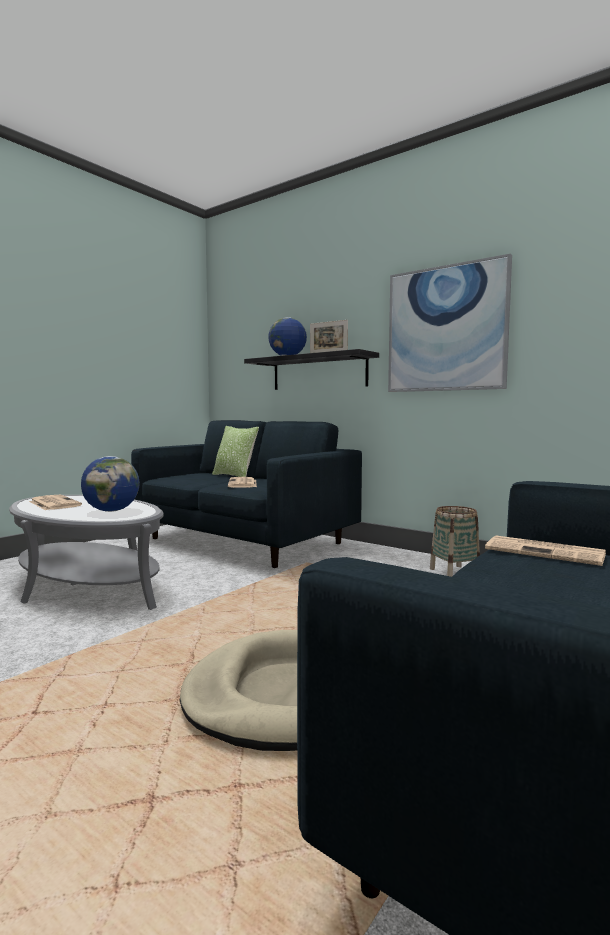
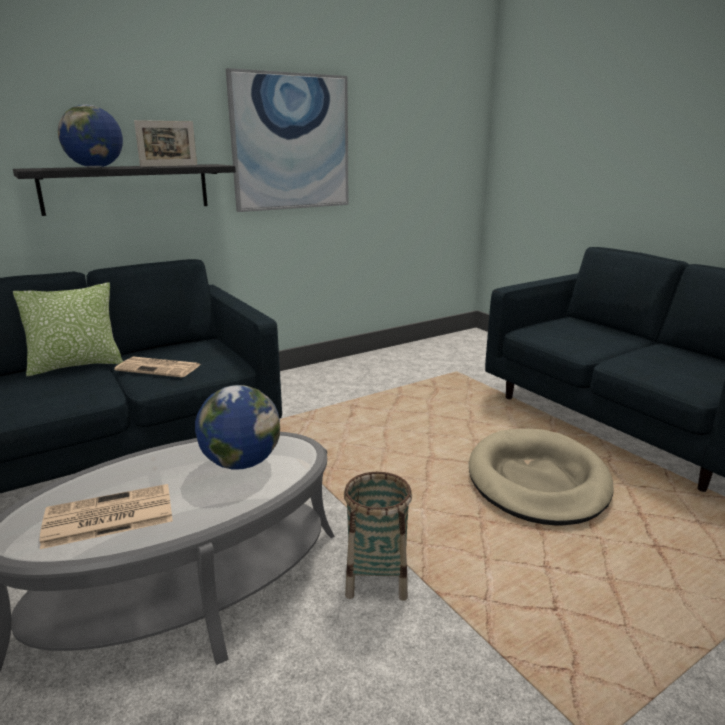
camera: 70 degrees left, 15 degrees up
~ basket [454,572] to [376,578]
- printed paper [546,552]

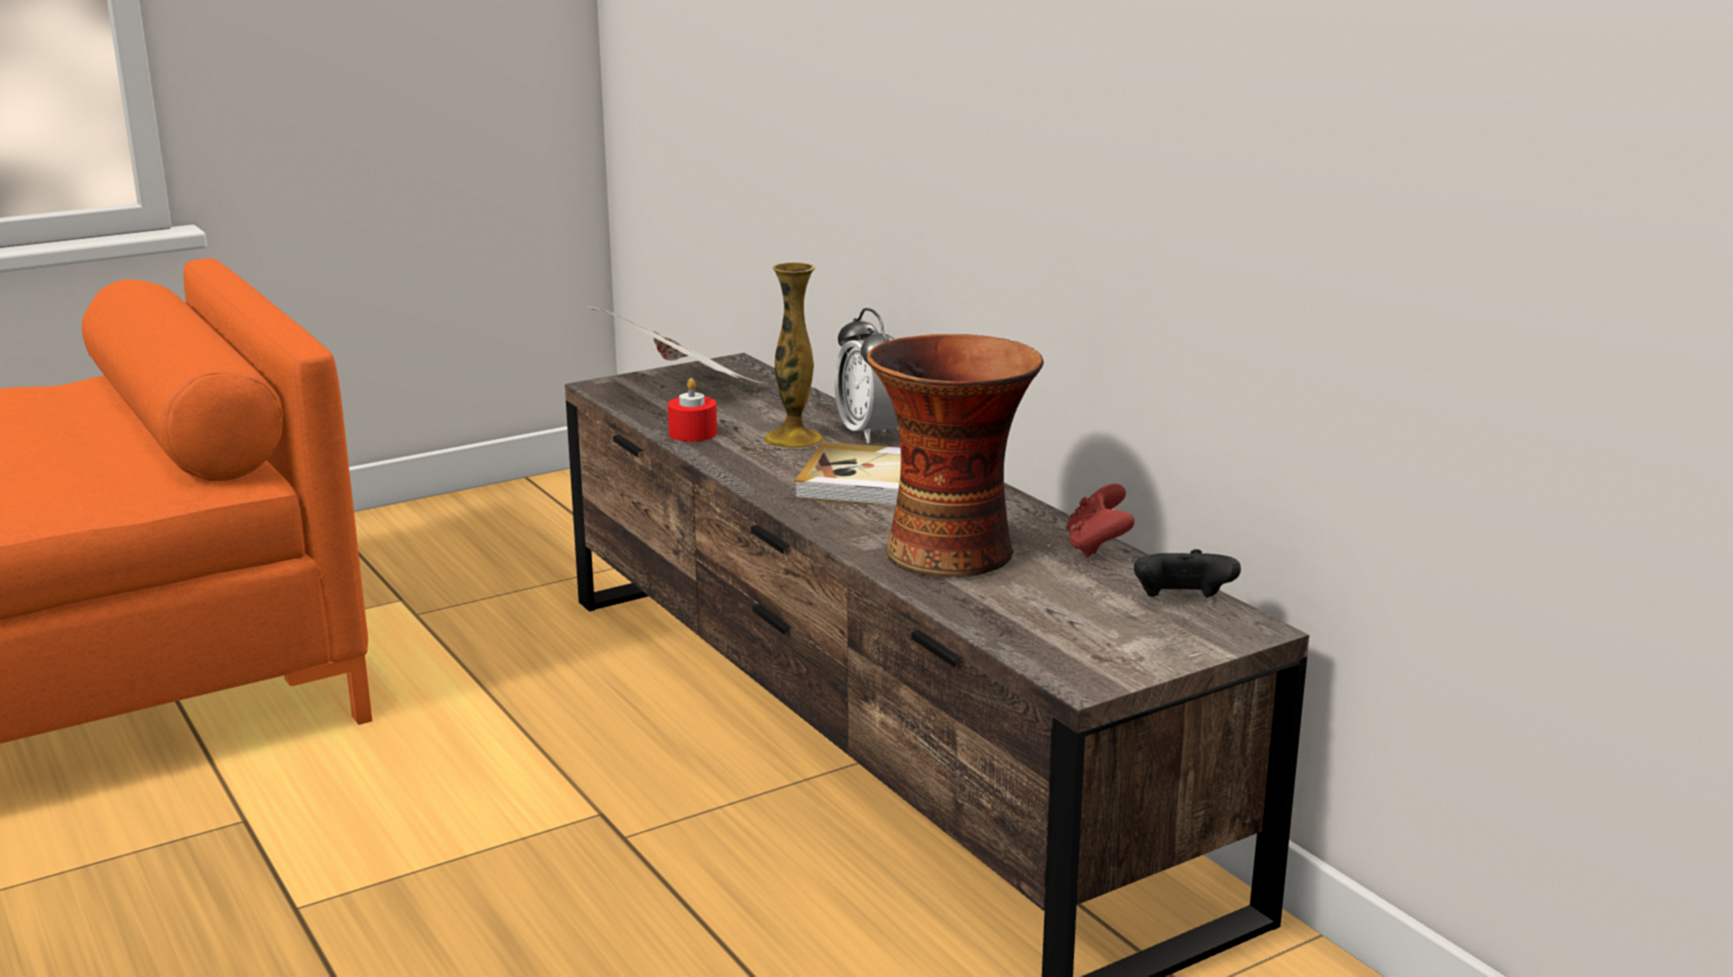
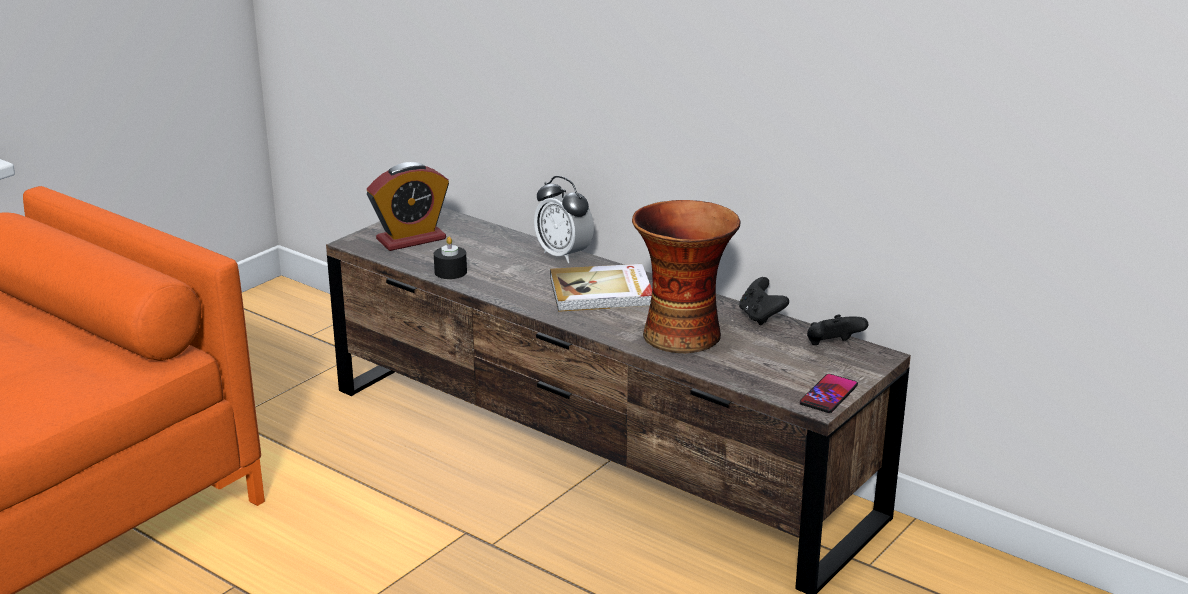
camera: 20 degrees left, 5 degrees up
- flower vase [793,440]
~ printed paper [680,391] to table clock [411,239]
~ wax light in red [693,433] to wax light in black [450,272]
~ game controller in red [1097,547] to game controller in black [760,317]
+ telephone [828,395]

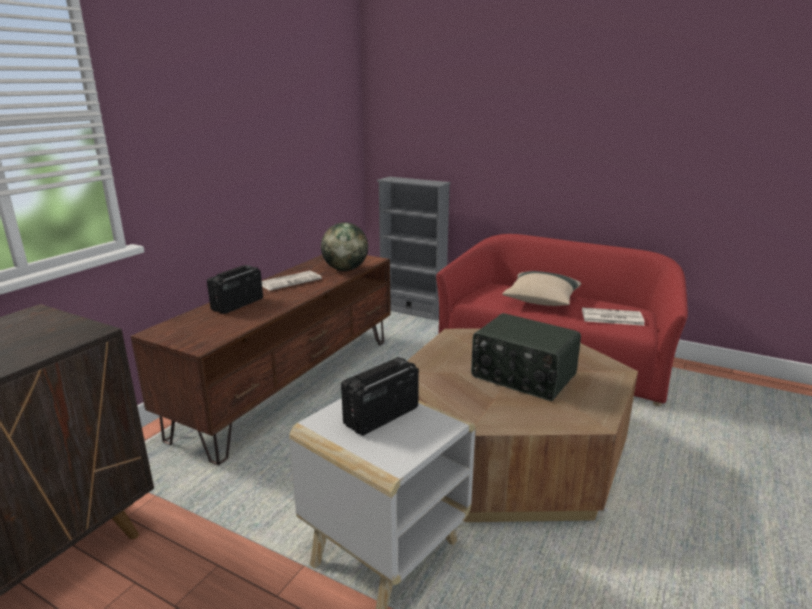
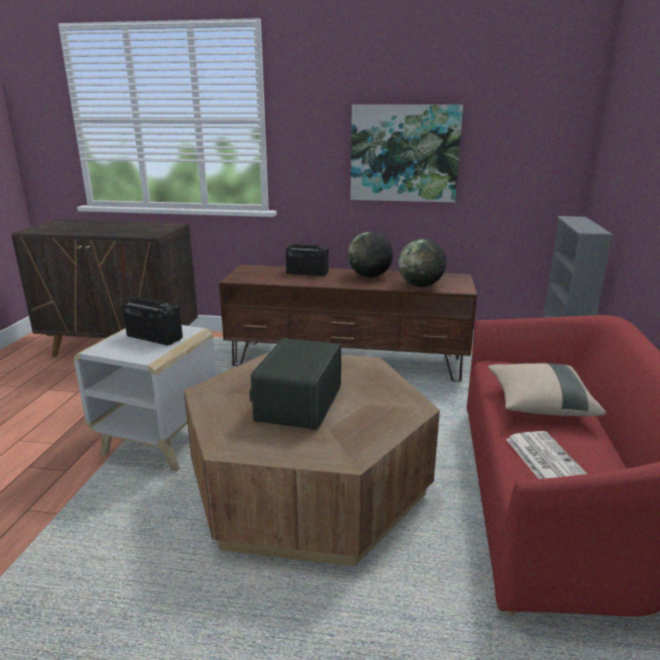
camera: 70 degrees right, 0 degrees up
~ printed paper [290,281] to world globe [369,276]
+ picture [404,154]

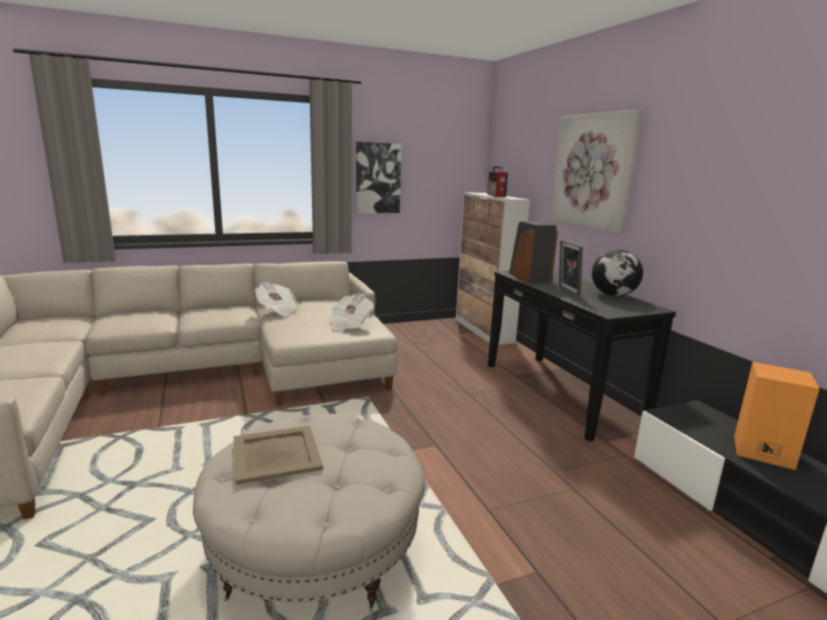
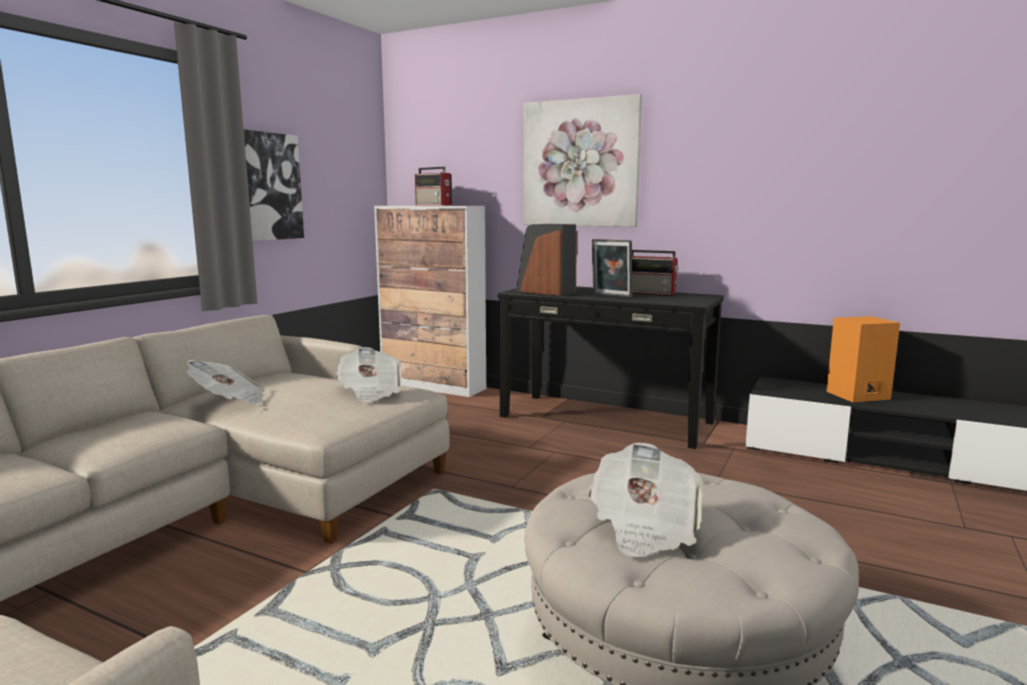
camera: 40 degrees left, 5 degrees down
~ world globe [614,295] to radio [652,293]
~ serving tray in beige-coloured [275,454] to printed paper [644,528]

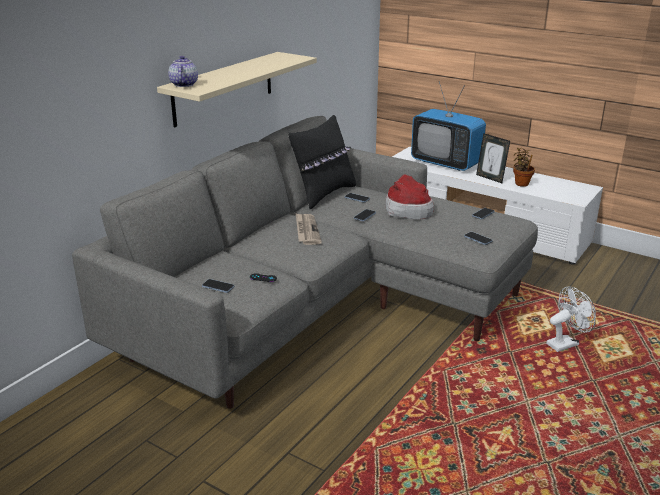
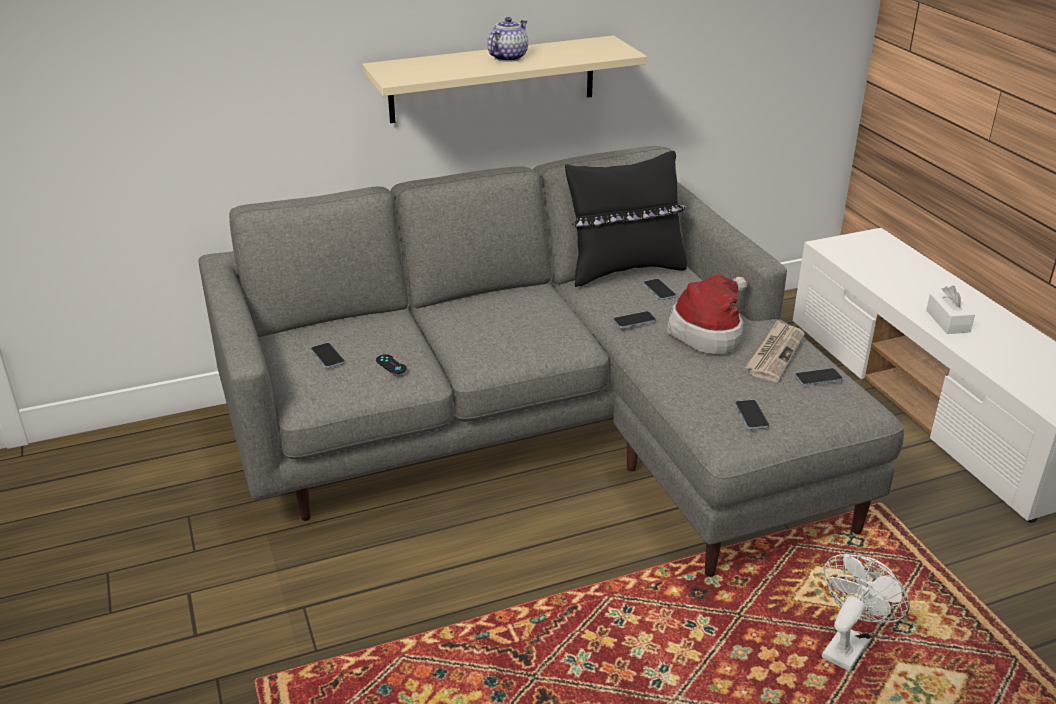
camera: 35 degrees right, 5 degrees up
~ pot for tea [183,84] to [507,57]
- TV set [446,163]
~ picture frame [490,178] to box of tissues in white [947,321]
- houseplant [521,183]
~ printed paper [306,230] to [775,353]
~ electric fan in white [566,343] = [848,644] 60 degrees counterclockwise

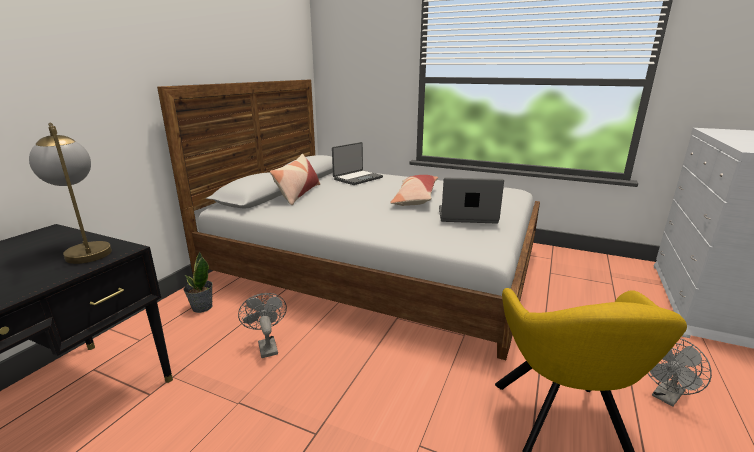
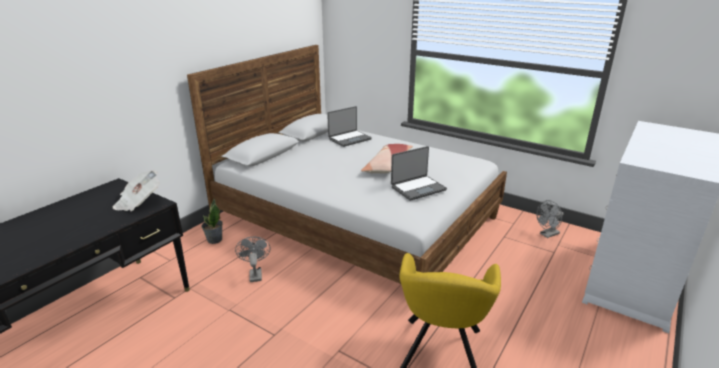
camera: 10 degrees right, 5 degrees up
~ table lamp [86,250] to printed paper [138,202]
- cushion [298,194]
~ portable computer [467,216] = [417,188] 135 degrees clockwise
~ electric fan in greyish [666,397] to [547,234]

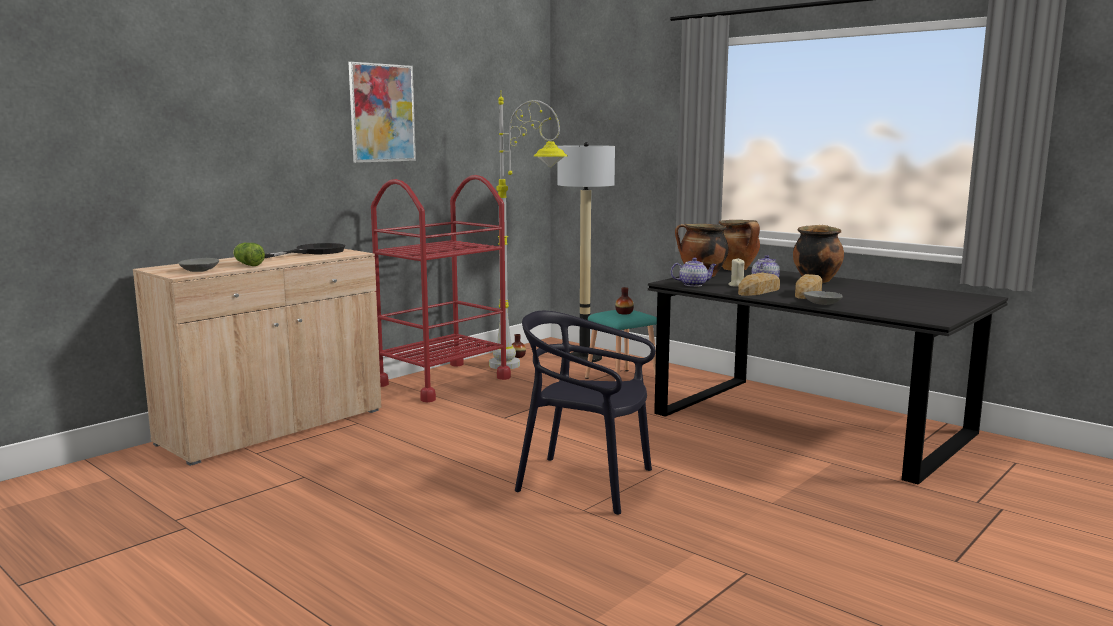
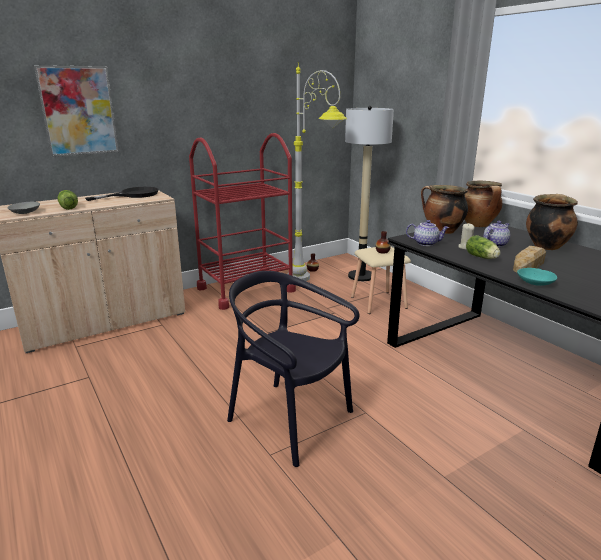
camera: 15 degrees right, 10 degrees up
~ picture [382,113] to [78,111]
~ bread [759,291] to lettuce head [482,257]
~ bowl in greyish [822,303] to bowl in blue-green [535,282]
~ stool in blue-green [622,380] to stool in beige-coloured [379,302]

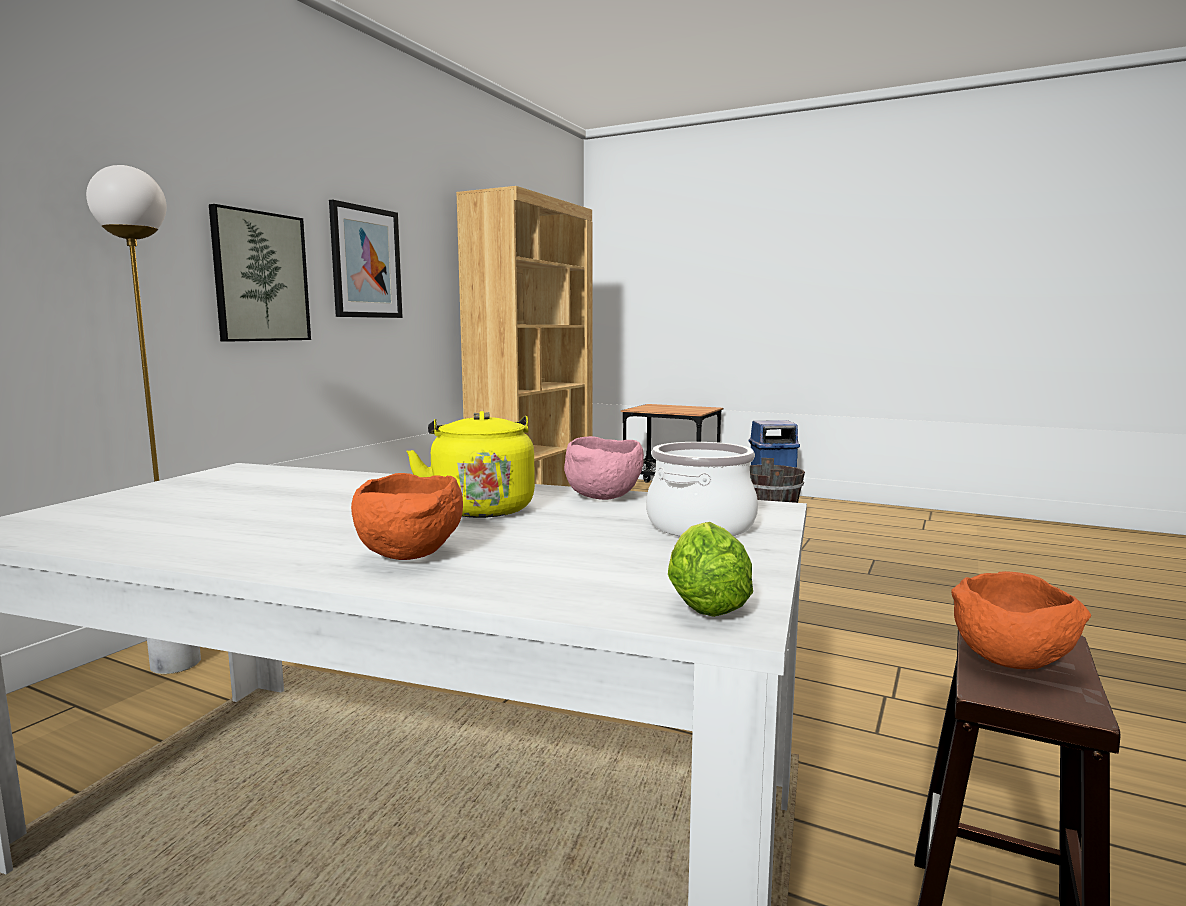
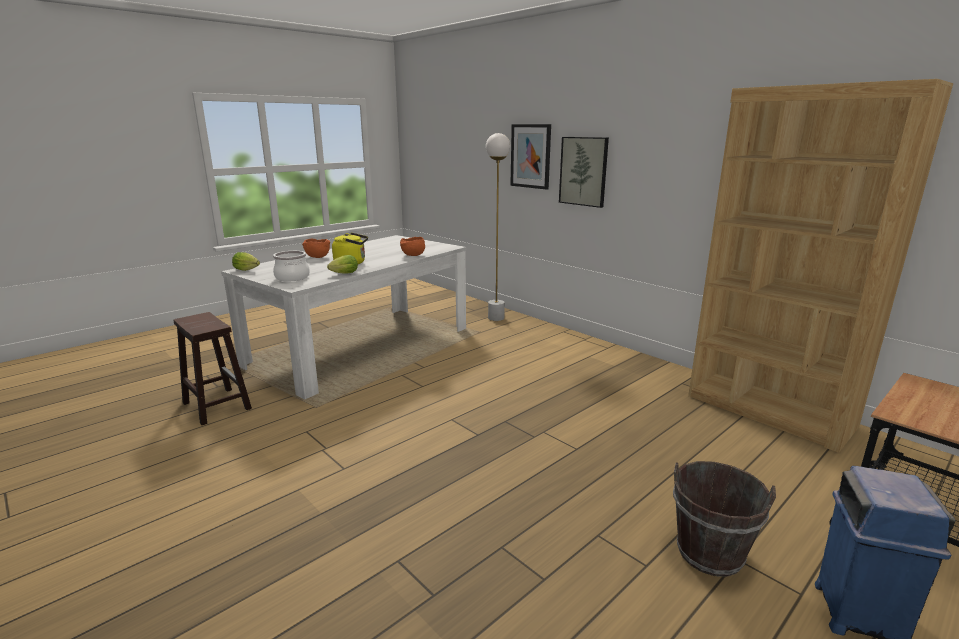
camera: 110 degrees right, 10 degrees up
~ picture [366,262] to [530,156]
~ bowl in pink-coloured [604,497] to lettuce head [343,274]
~ bowl in orange-coloured [1012,661] to [413,255]

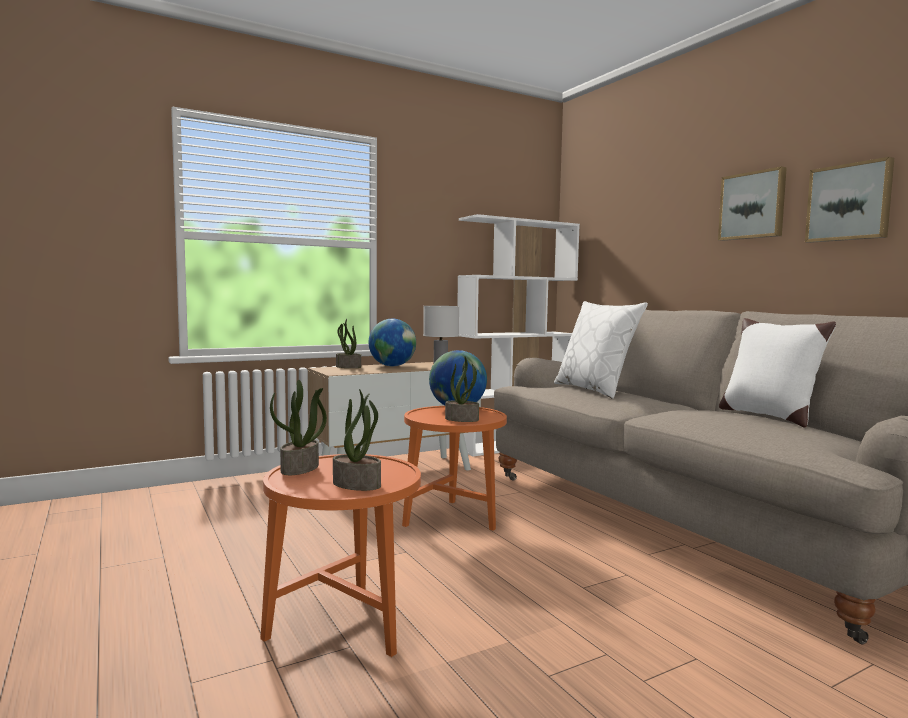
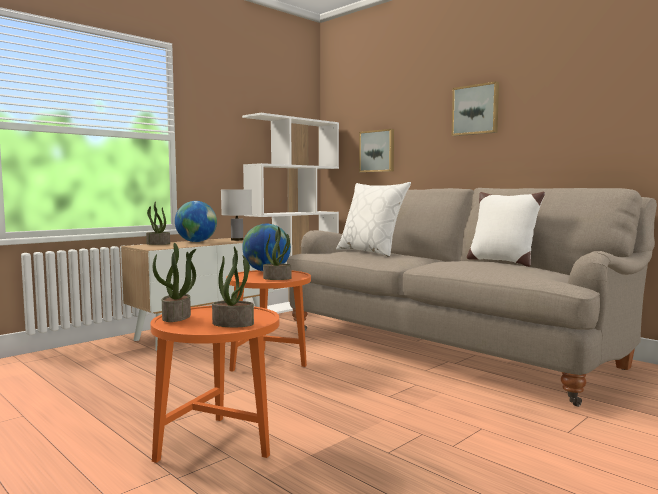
camera: 15 degrees left, 0 degrees up
~ picture [849,202] to [377,151]

